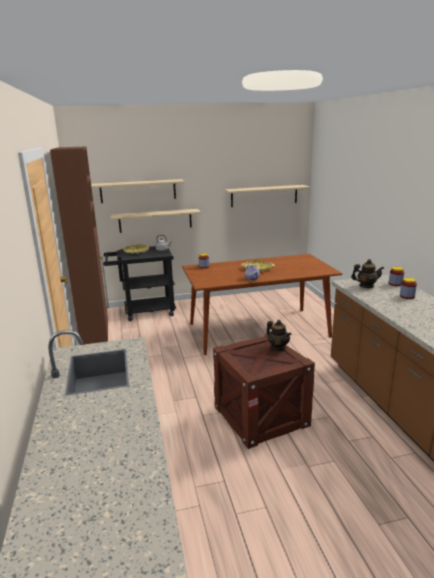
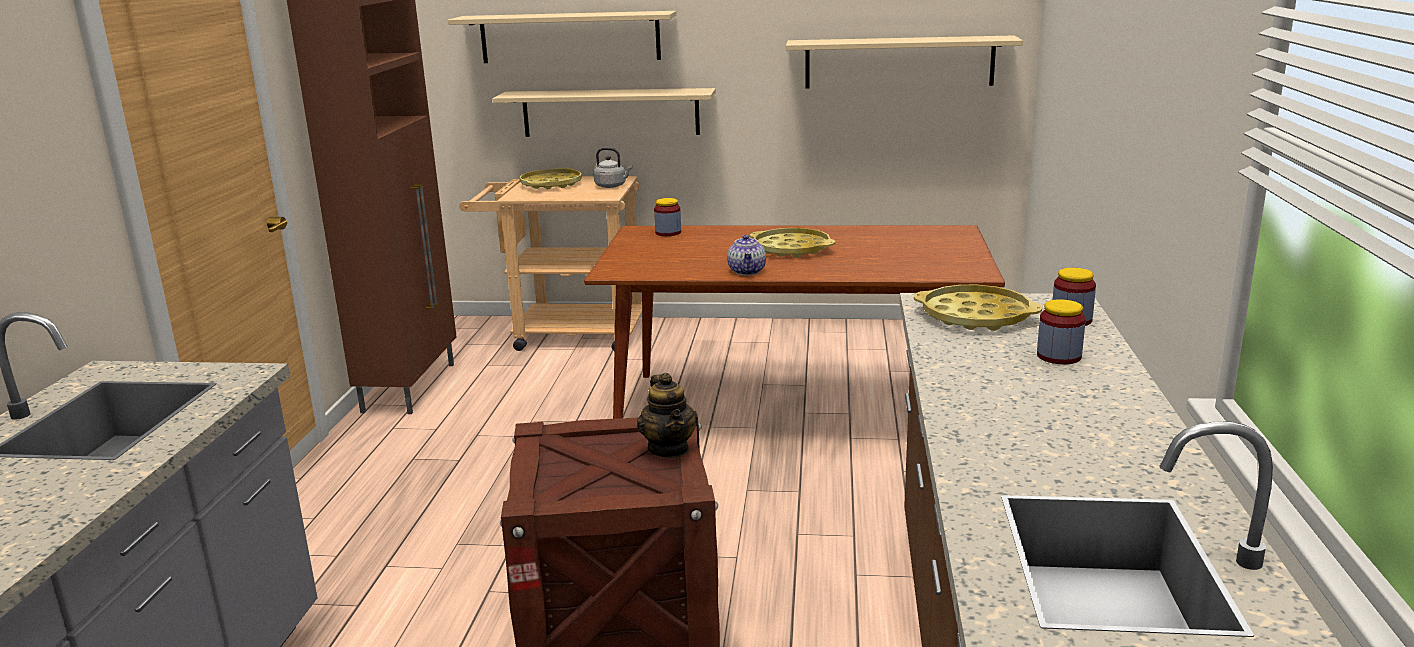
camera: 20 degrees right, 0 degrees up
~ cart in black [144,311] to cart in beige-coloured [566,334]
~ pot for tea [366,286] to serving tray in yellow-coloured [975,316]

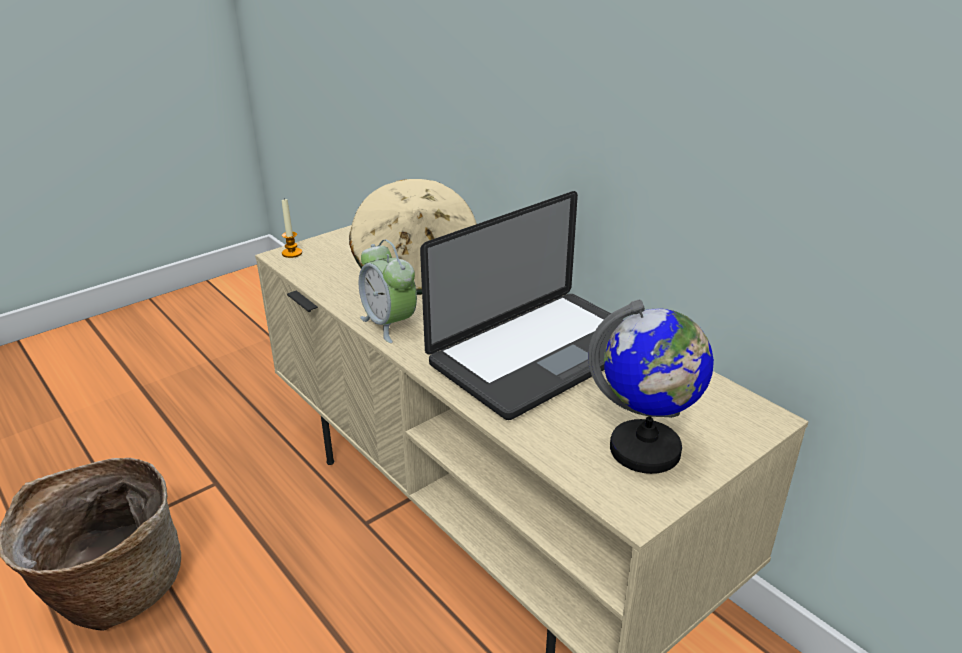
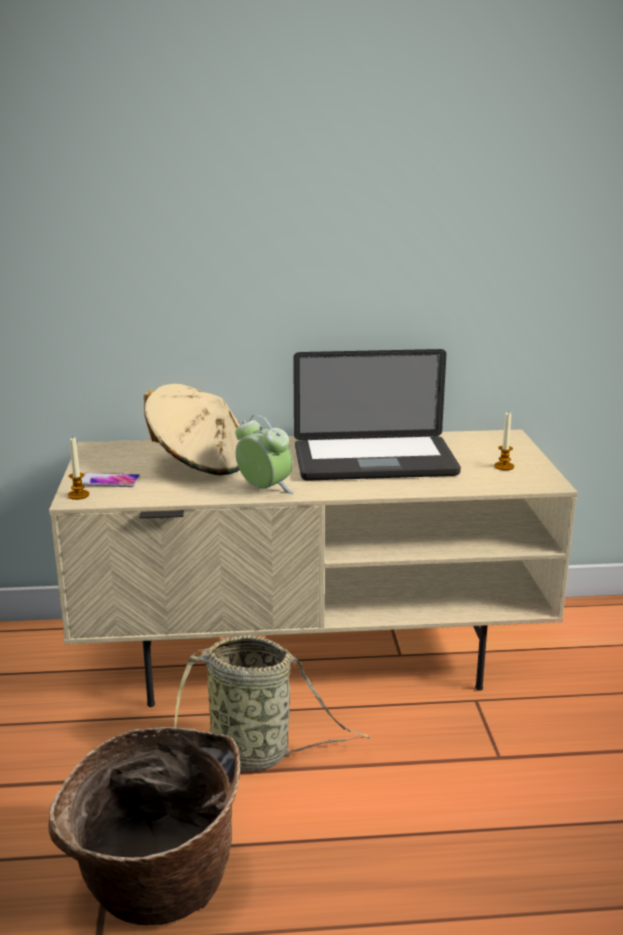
camera: 55 degrees left, 10 degrees down
~ portable computer [541,354] = [374,461] 90 degrees clockwise
~ table clock [389,324] = [264,490] 135 degrees counterclockwise
~ world globe [645,450] to wax light [504,466]
+ telephone [108,481]
+ basket [256,755]

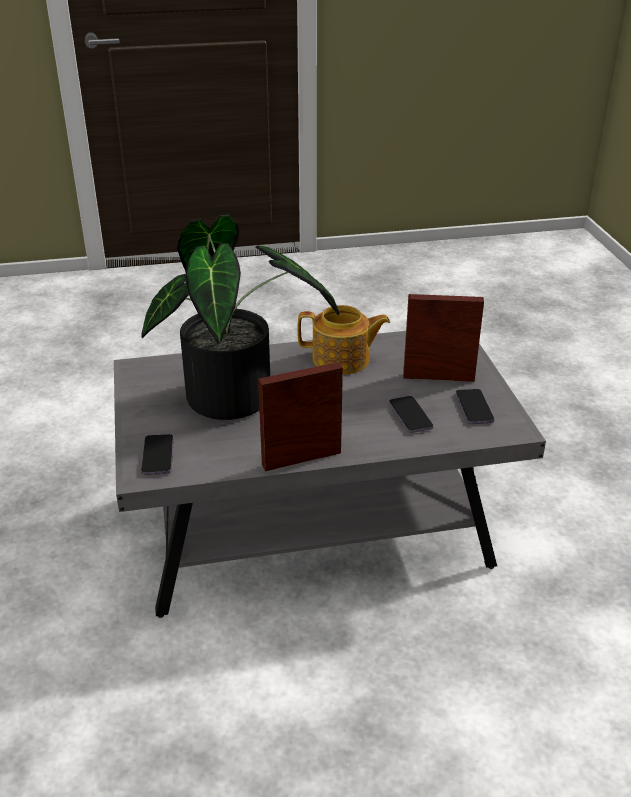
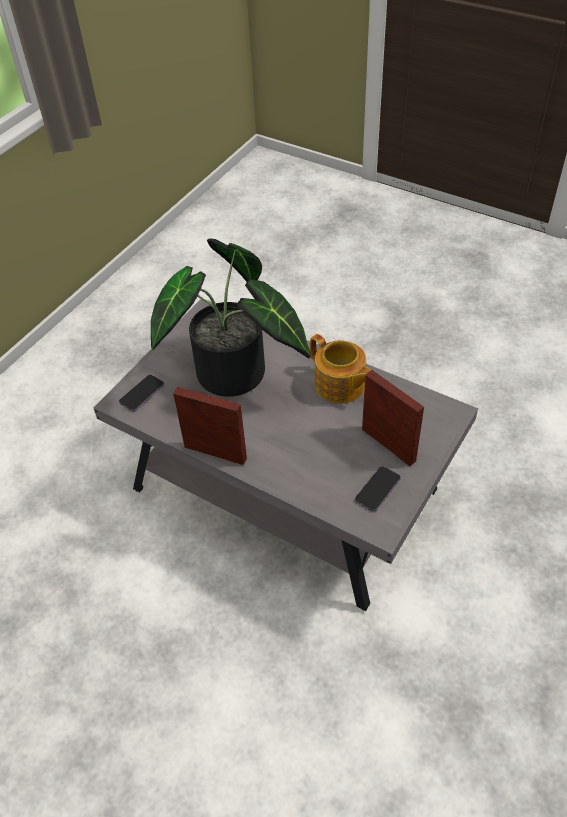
camera: 45 degrees right, 15 degrees up
- telephone [410,416]

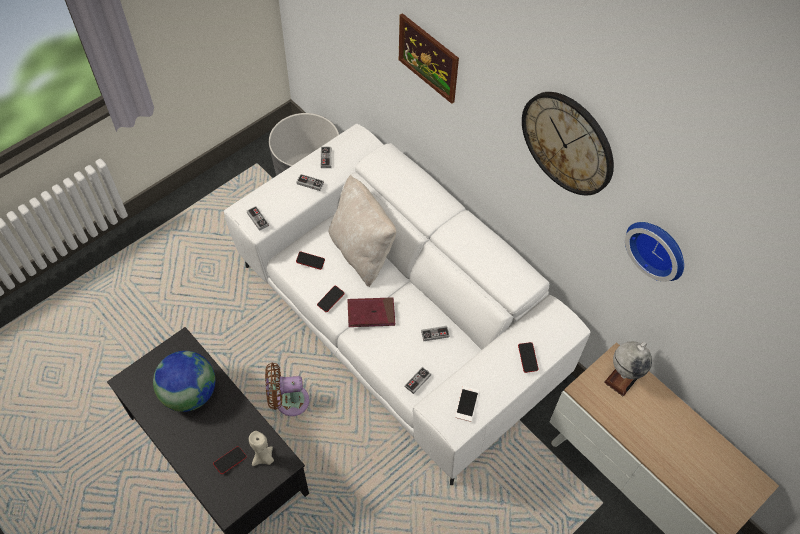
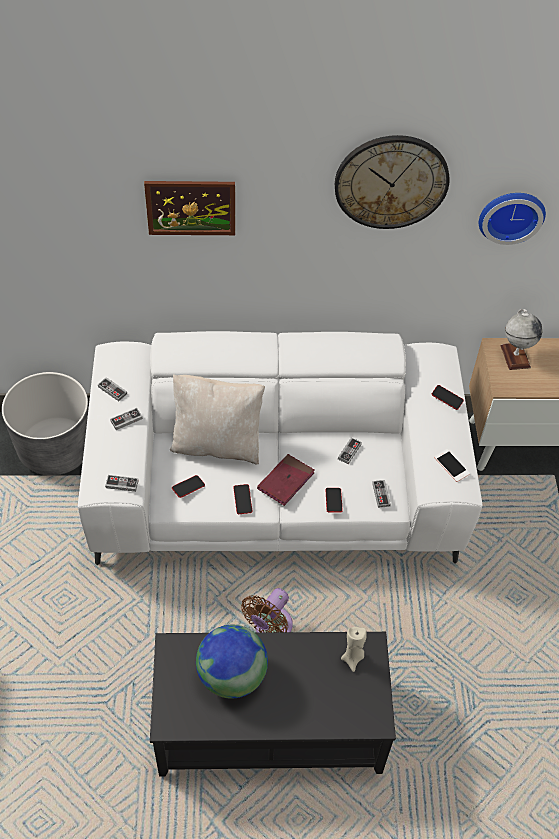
camera: 50 degrees left, 5 degrees down
~ telephone [230,461] to [333,501]

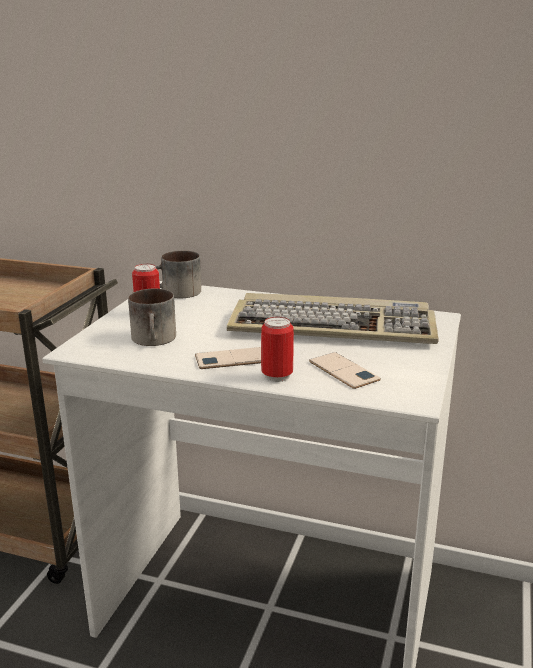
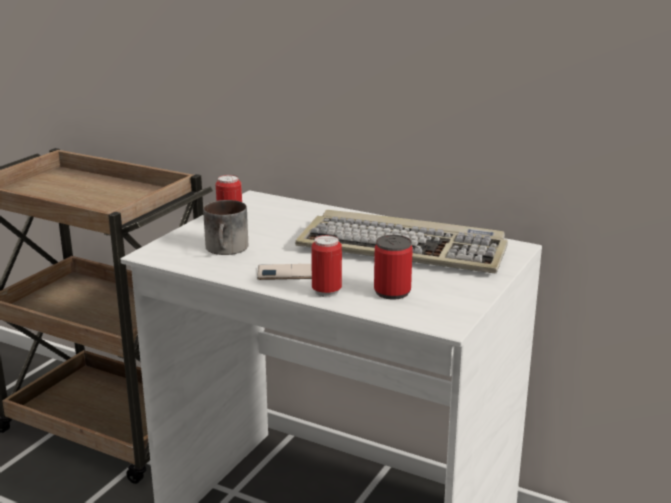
camera: 10 degrees right, 0 degrees up
- mug [177,293]
~ telephone [343,371] to sealed can [392,292]

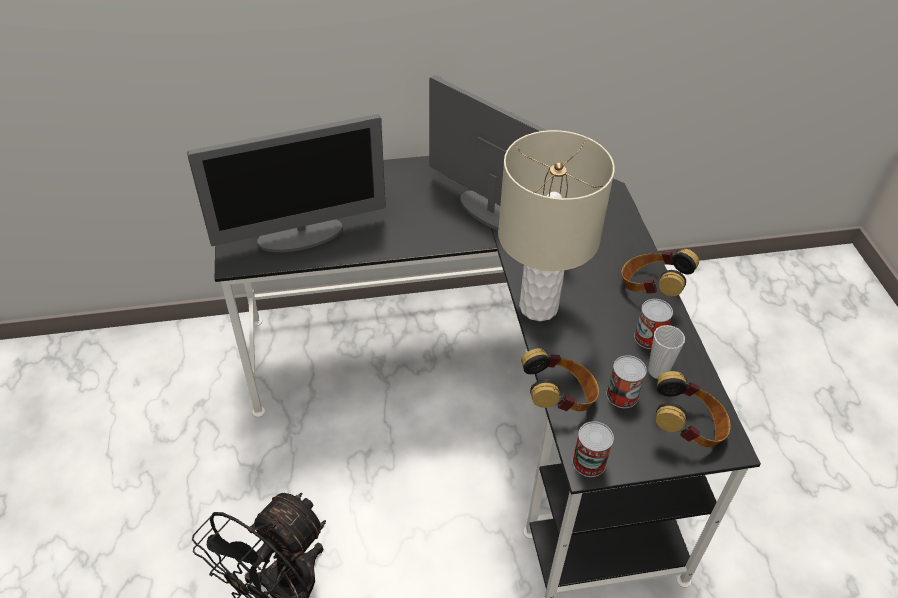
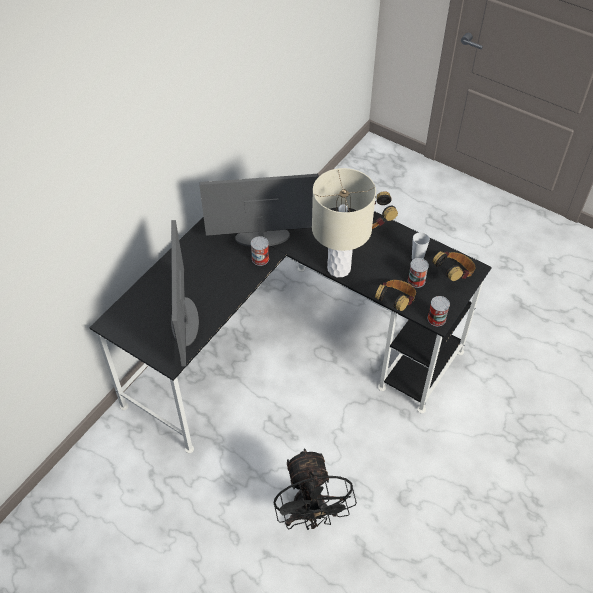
camera: 45 degrees left, 5 degrees up
~ computer display [301,235] = [185,322] 150 degrees clockwise
~ sealed can [649,337] to [260,259]

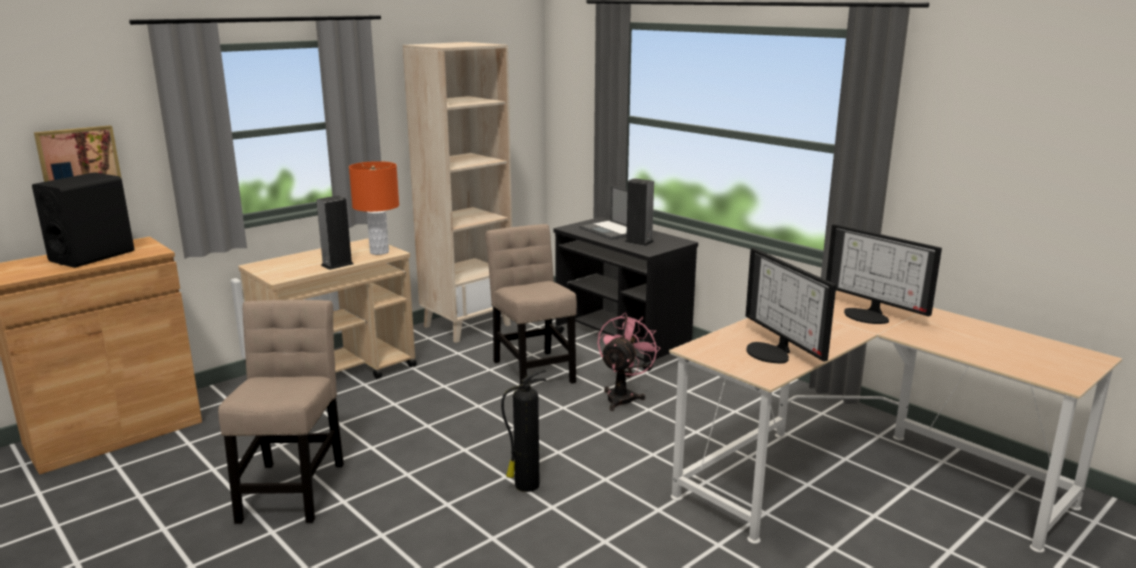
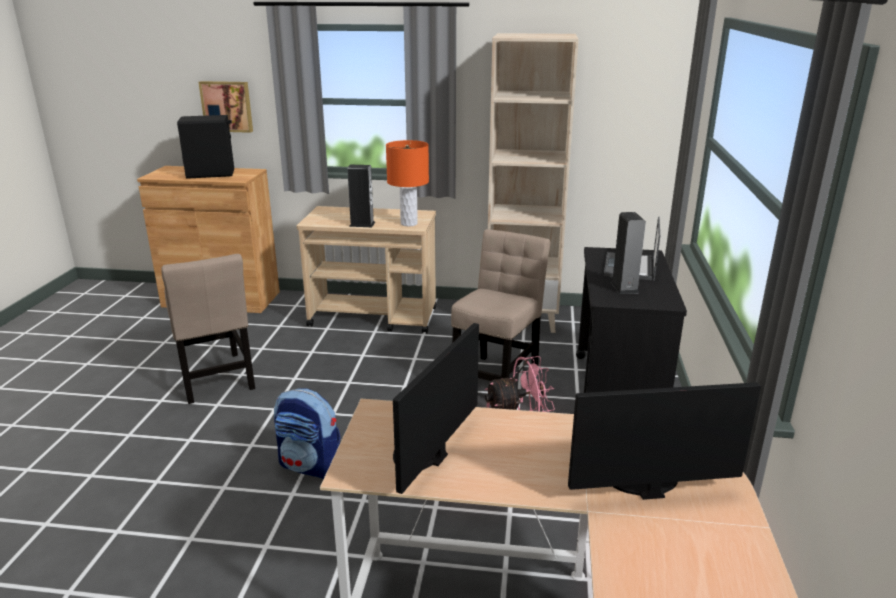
camera: 50 degrees right, 5 degrees up
~ computer display [869,315] = [644,485] 75 degrees clockwise
~ upright chair in beige-coloured [292,487] = [216,379] 105 degrees clockwise
~ fire extinguisher [525,486] to rucksack [310,466]

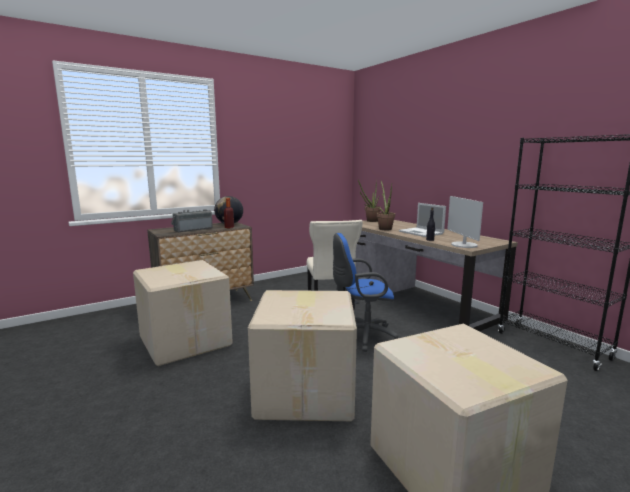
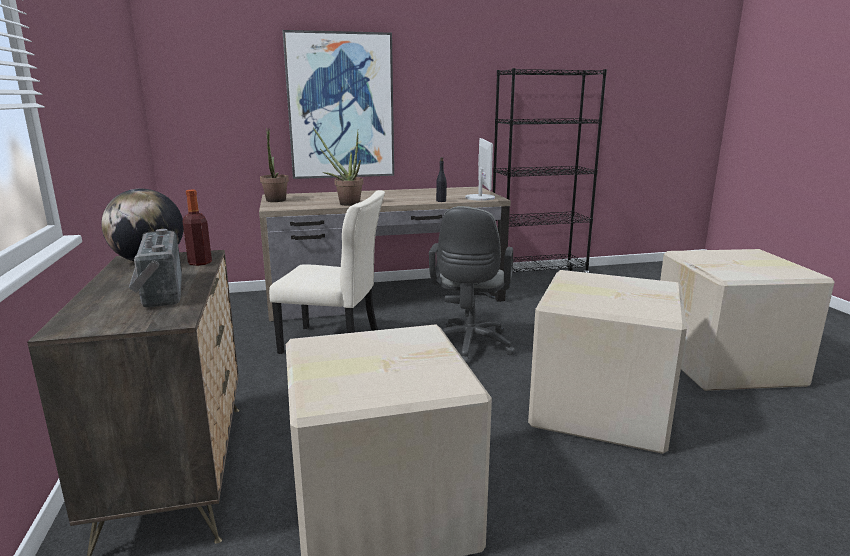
camera: 70 degrees left, 5 degrees up
~ computer display [463,245] = [480,197] 105 degrees counterclockwise
- portable computer [421,232]
~ office chair in blue [362,336] to office chair in greyish [469,347]
+ picture [340,106]

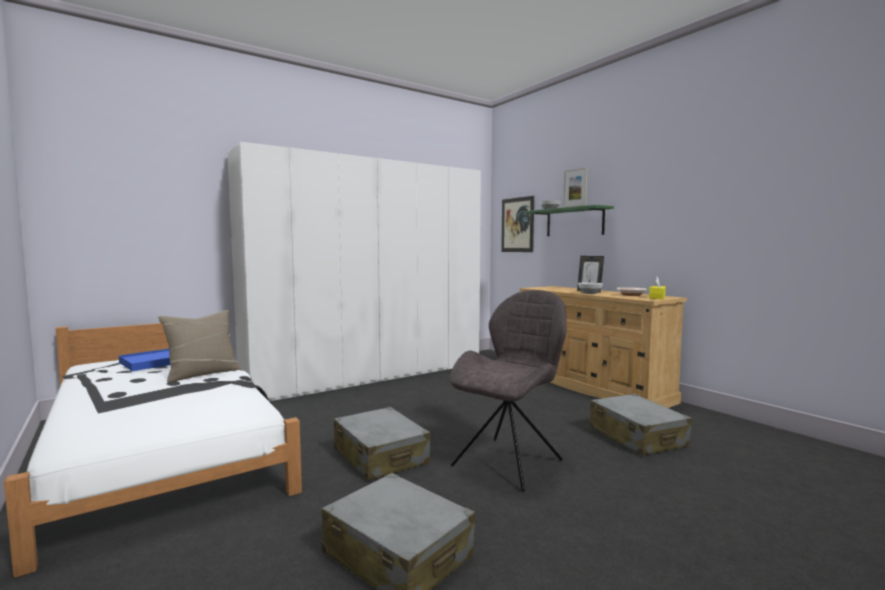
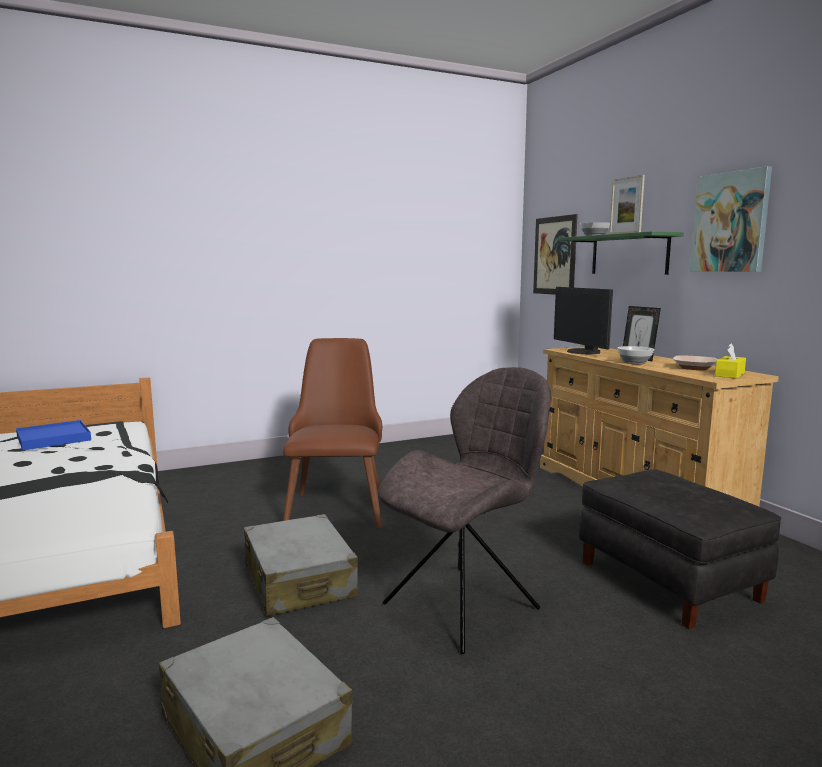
camera: 10 degrees right, 5 degrees up
- clothes cupboard in white [371,375]
- cushion in beige-coloured [202,374]
~ piece of luggage in greyish [637,437] to ottoman in black [667,581]
+ picture [730,222]
+ computer display [582,352]
+ upright chair in brownish [337,503]

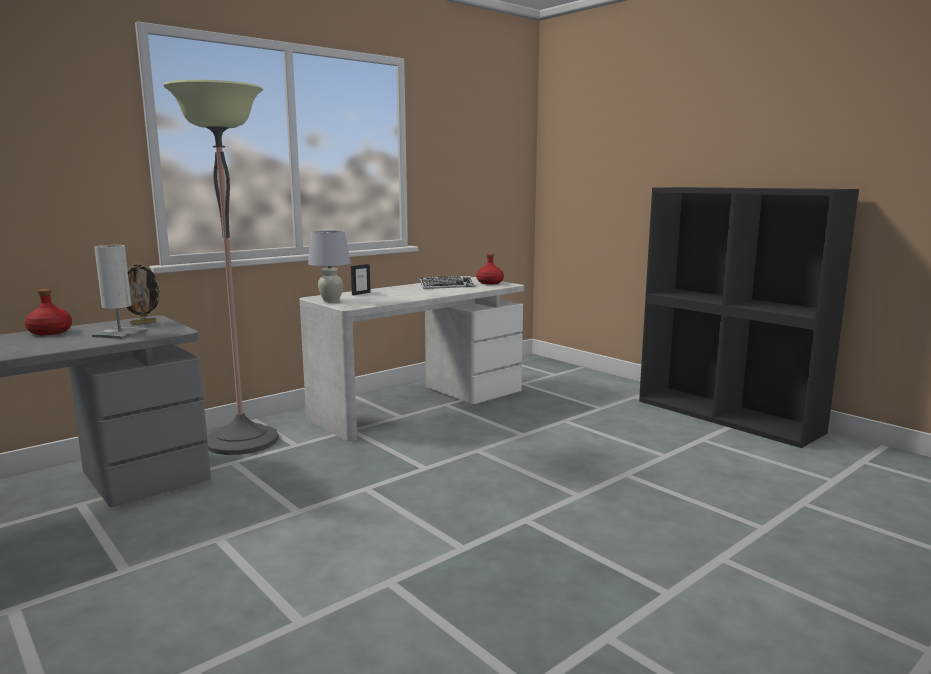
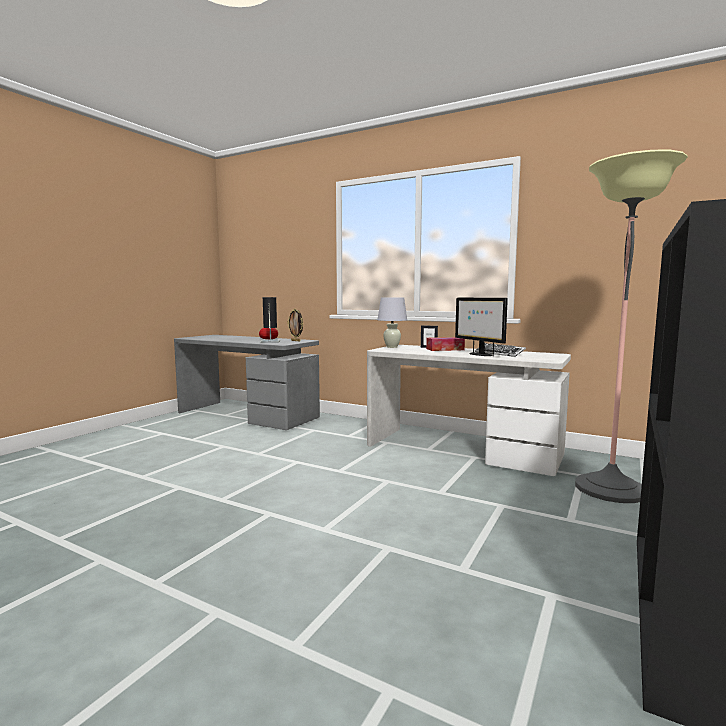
camera: 70 degrees right, 5 degrees down
~ floor lamp [242,441] to [610,489]
~ table lamp in white [120,334] to table lamp in black [270,341]
- bottle in red [490,283]
+ computer display [480,354]
+ box of tissues [445,349]

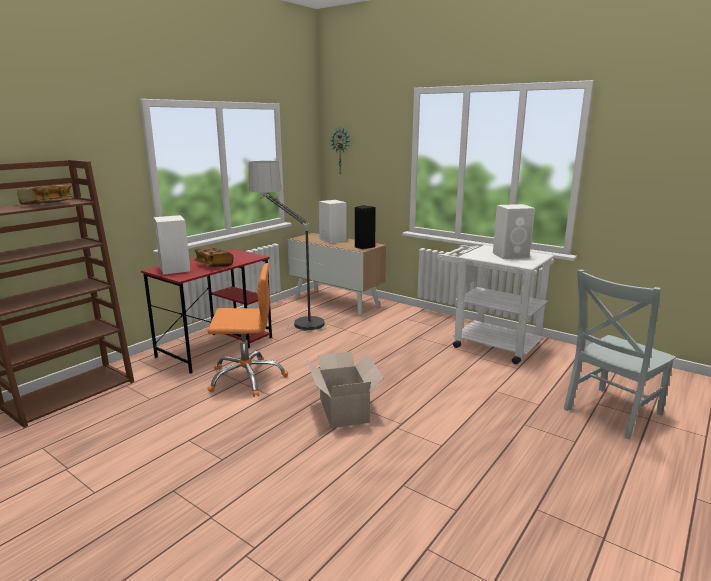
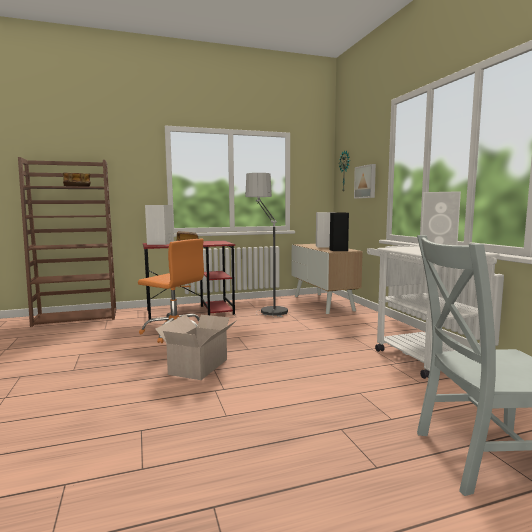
camera: 35 degrees right, 10 degrees down
+ picture [366,182]

